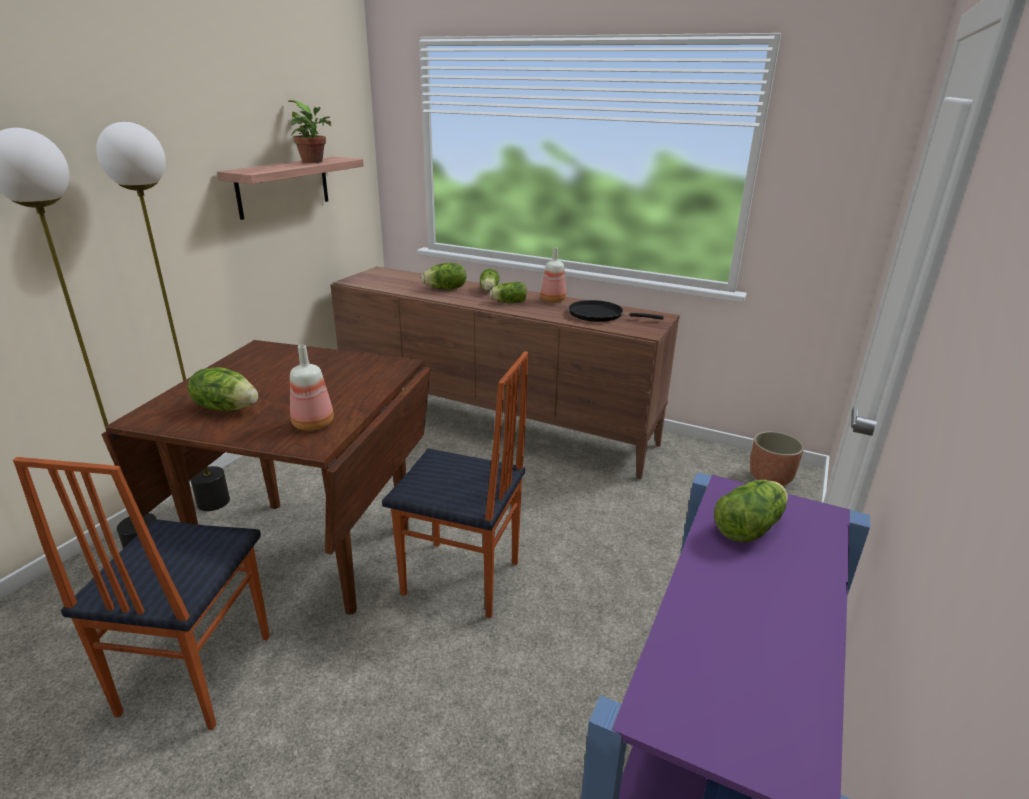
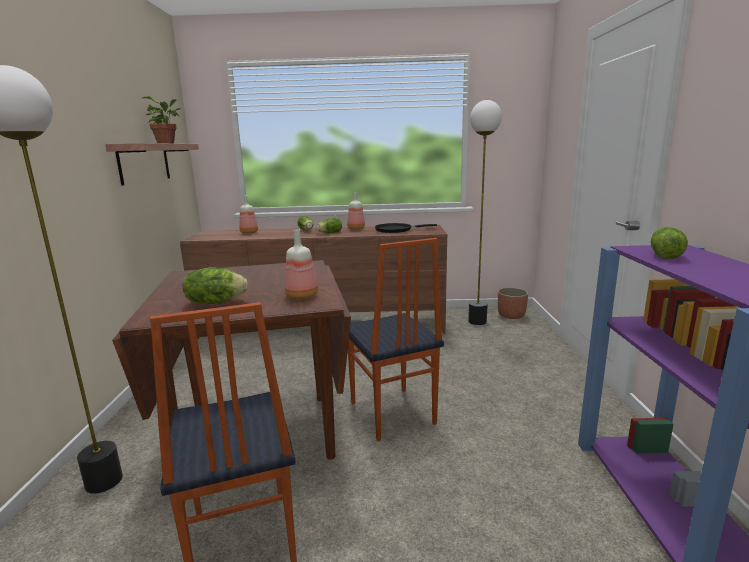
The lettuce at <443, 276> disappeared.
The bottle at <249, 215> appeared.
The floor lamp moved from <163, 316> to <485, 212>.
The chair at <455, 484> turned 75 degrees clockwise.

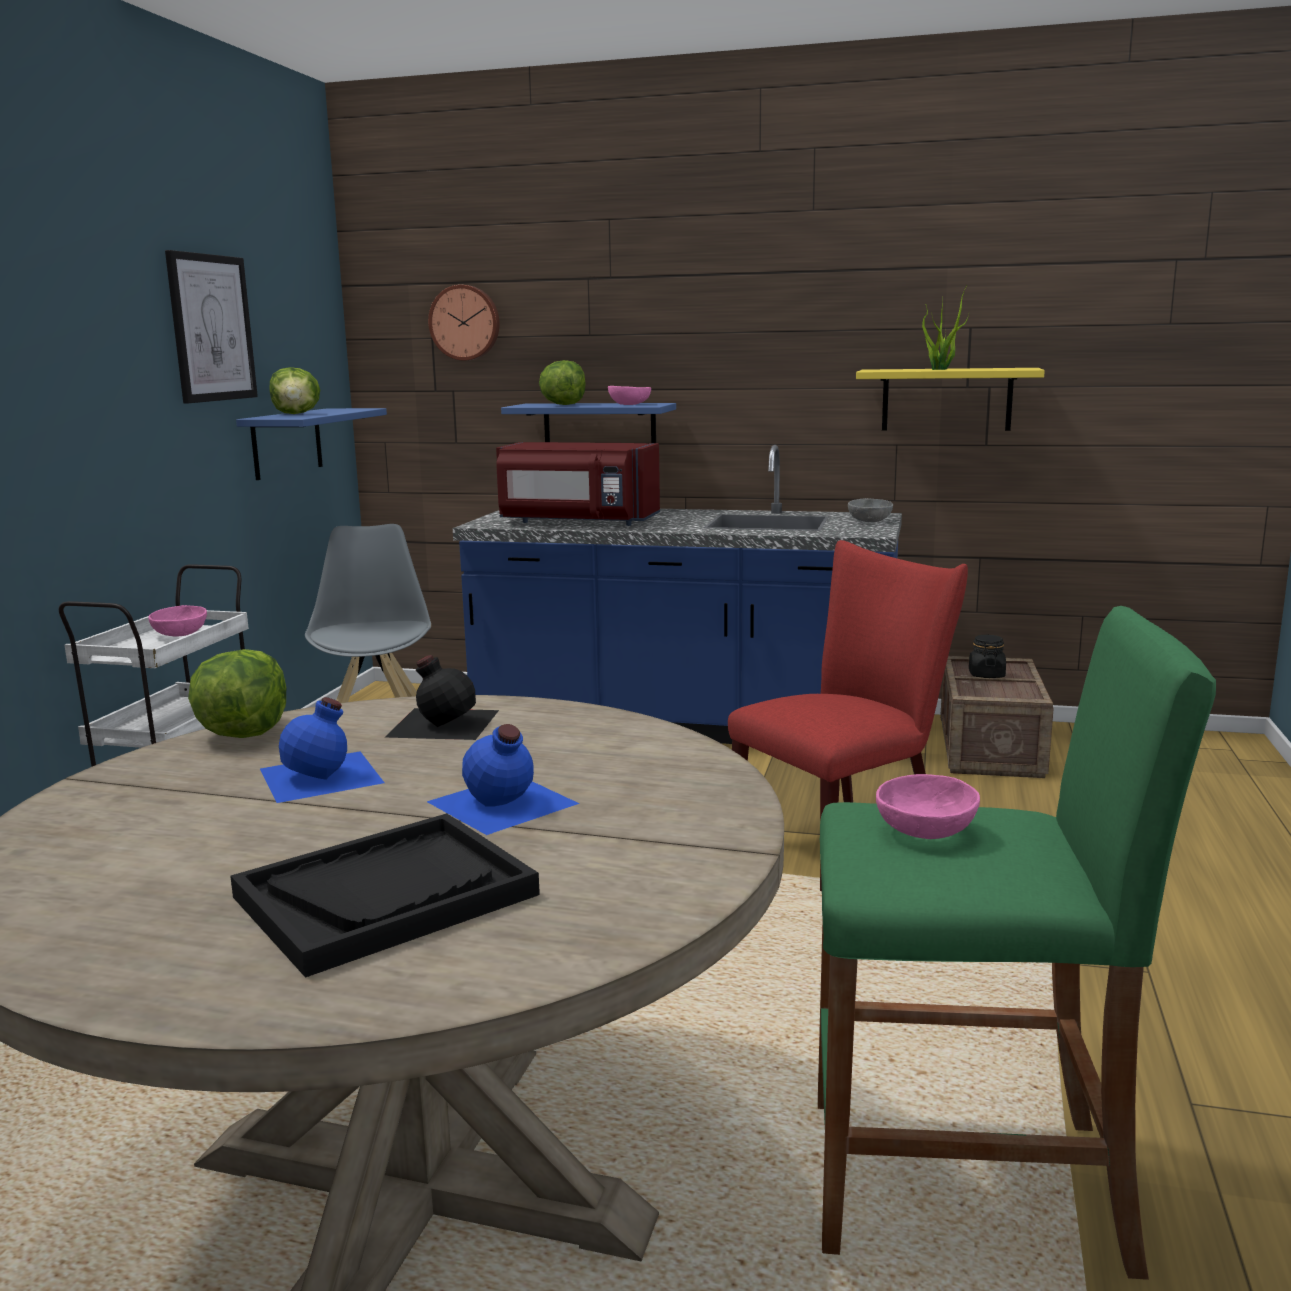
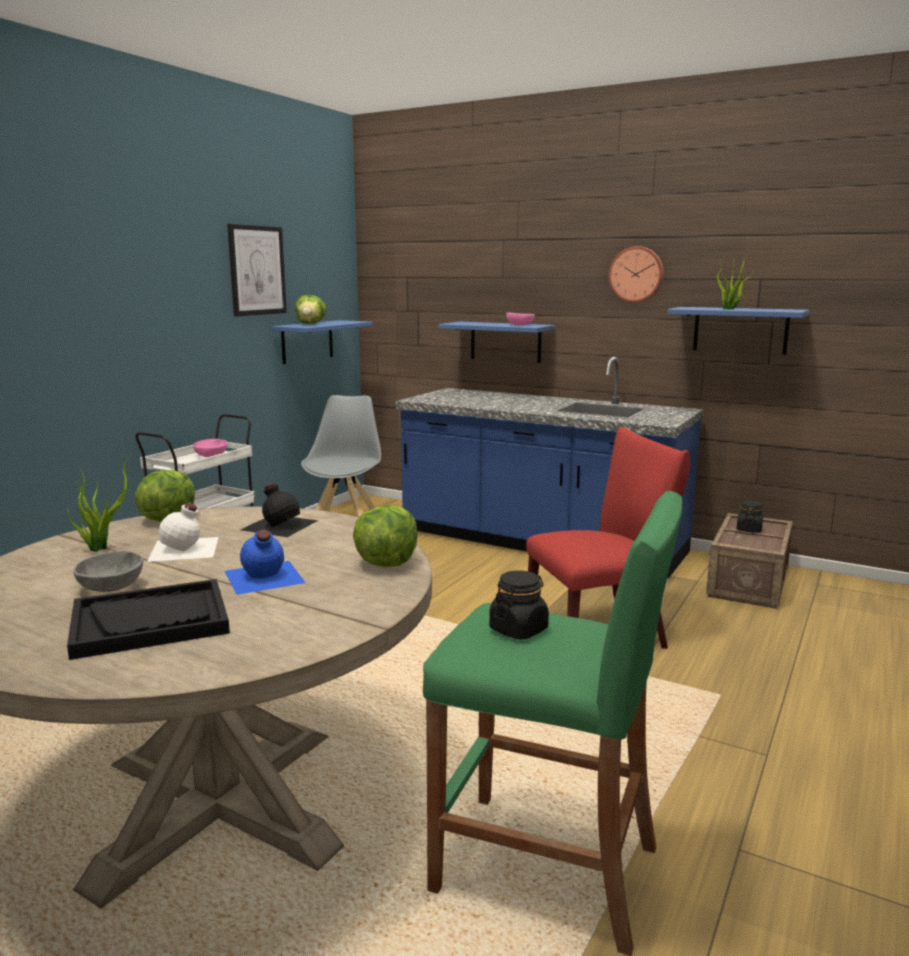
The red microwave at <578, 484> disappeared.
The potted plant at <99, 503> appeared.
The wall clock moved from <464, 323> to <636, 274>.
The lettuce moved from <562, 382> to <385, 536>.
The grey bowl moved from <870, 510> to <108, 571>.
The pink bowl at <928, 806> was replaced by the black jar at <519, 604>.
The blue bottle at <322, 750> became the white bottle at <182, 532>.
The yellow shelf at <950, 399> became the blue shelf at <738, 331>.

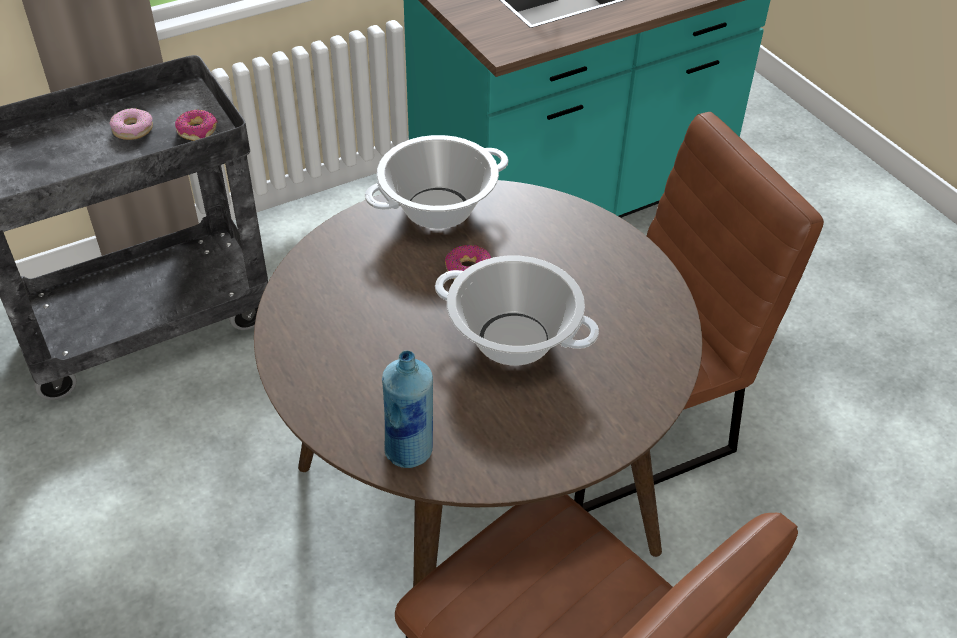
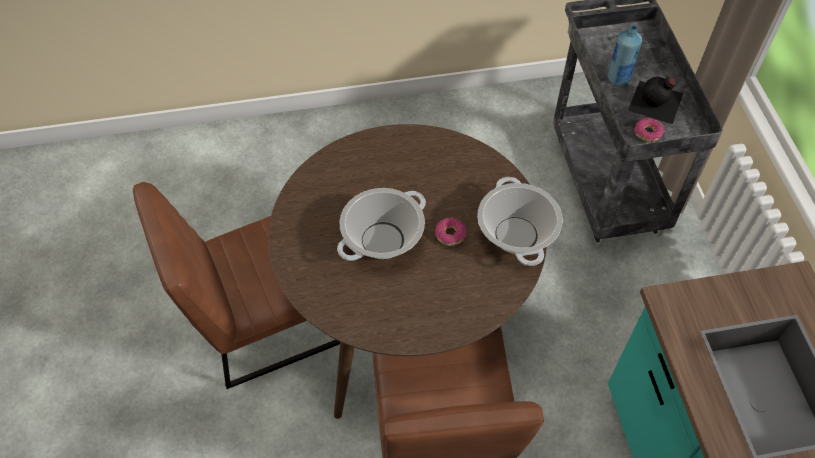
The blue bottle moved from <407, 409> to <624, 55>.
The donut at <131, 124> was replaced by the black bottle at <655, 100>.

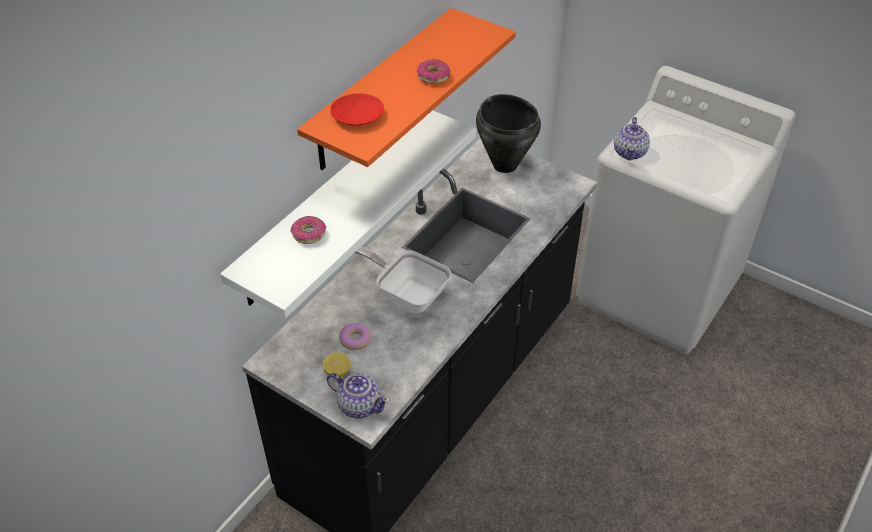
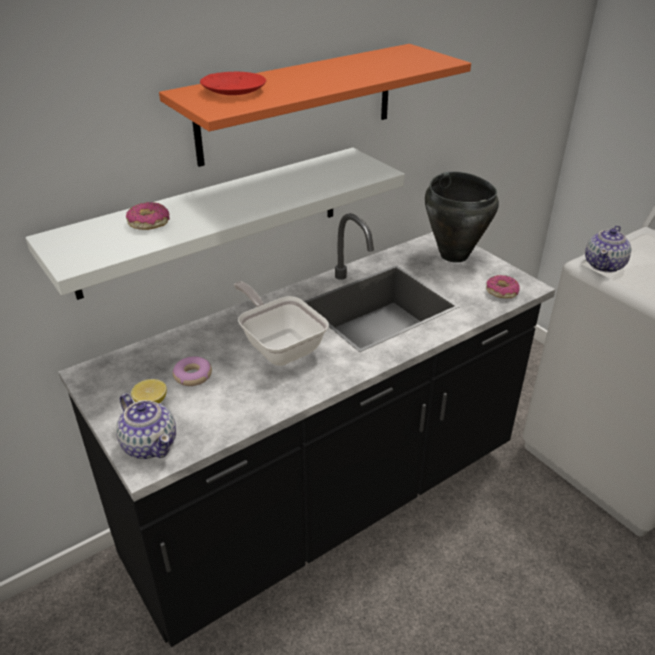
The donut moved from <433, 71> to <503, 286>.

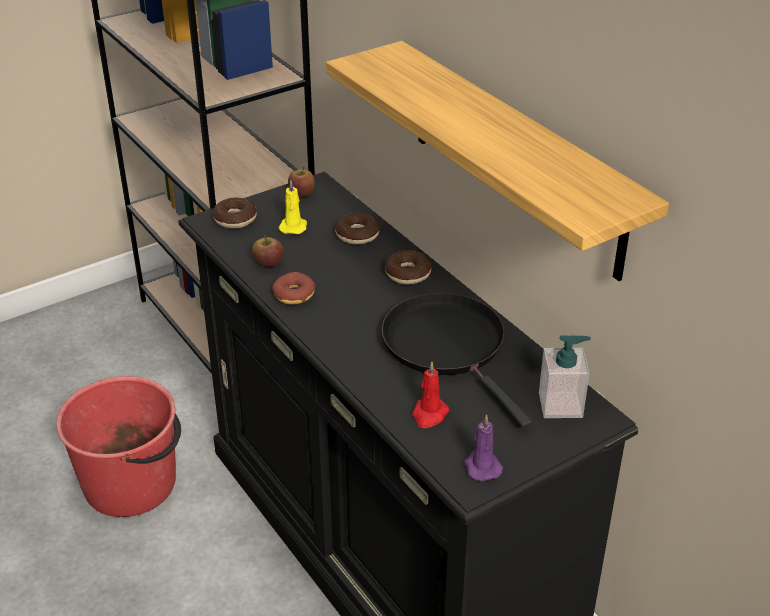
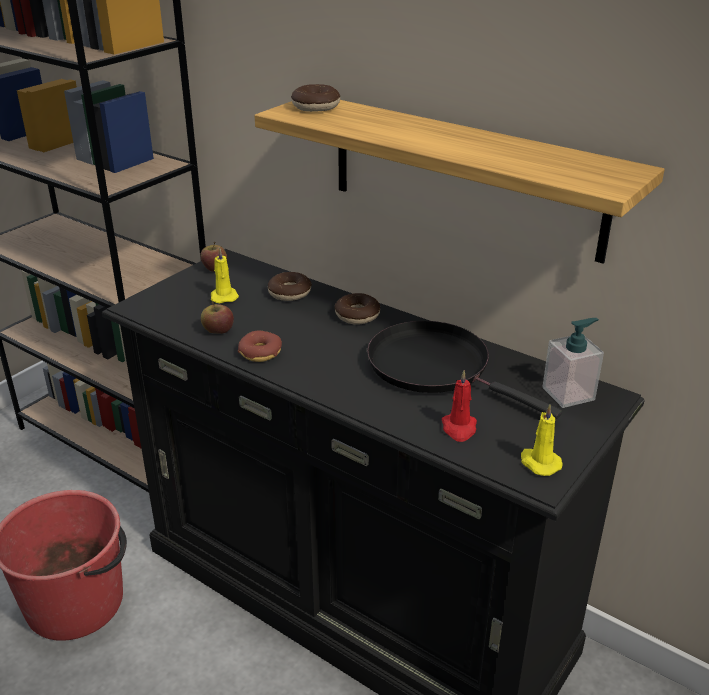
The donut moved from <235, 213> to <315, 98>.
The purple candle at <483, 447> became the yellow candle at <542, 440>.

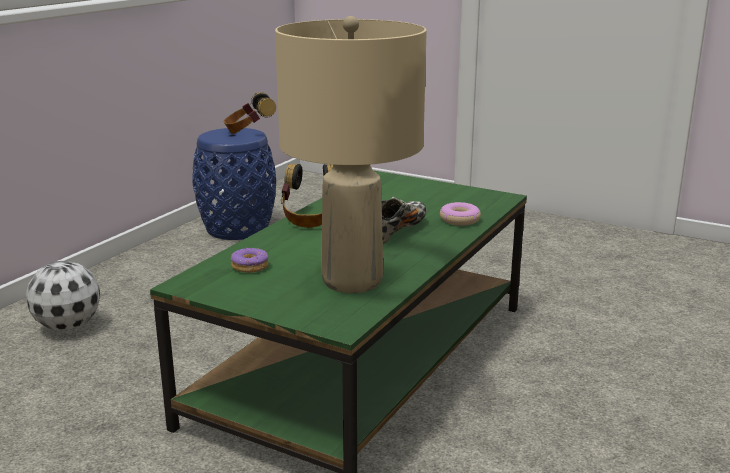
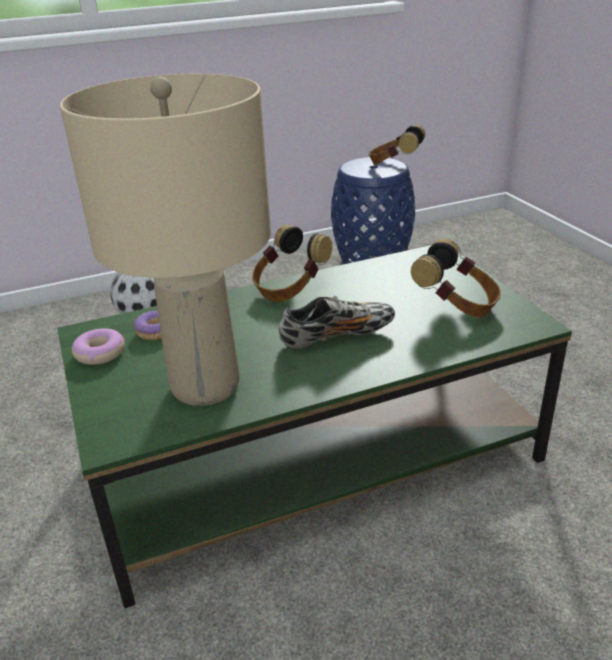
The headphones at <456, 278> appeared.
The donut moved from <460, 214> to <98, 346>.

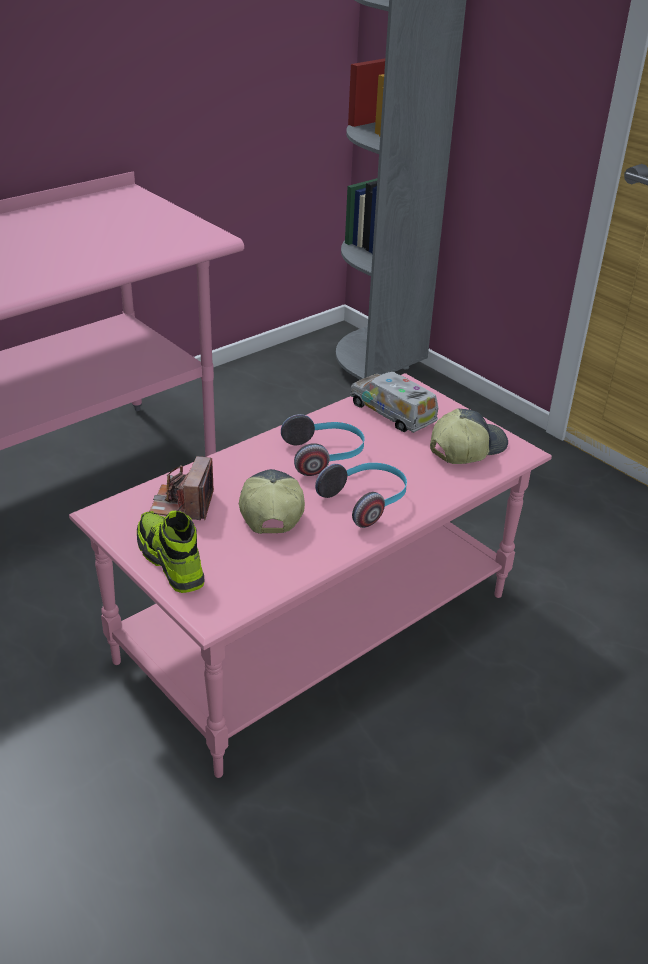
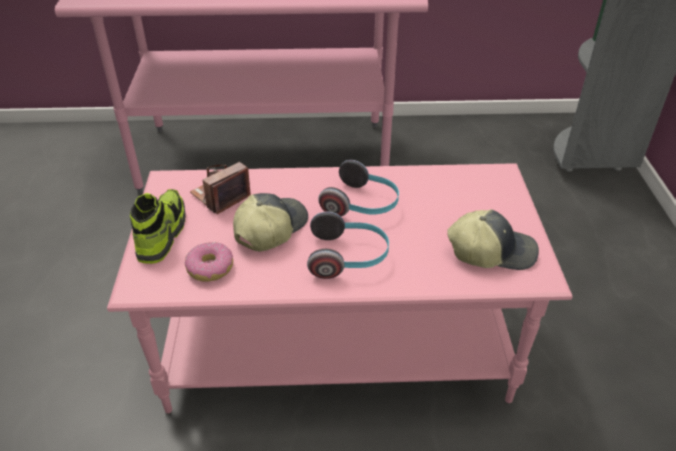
The toy truck at <394, 402> disappeared.
The donut at <209, 262> appeared.

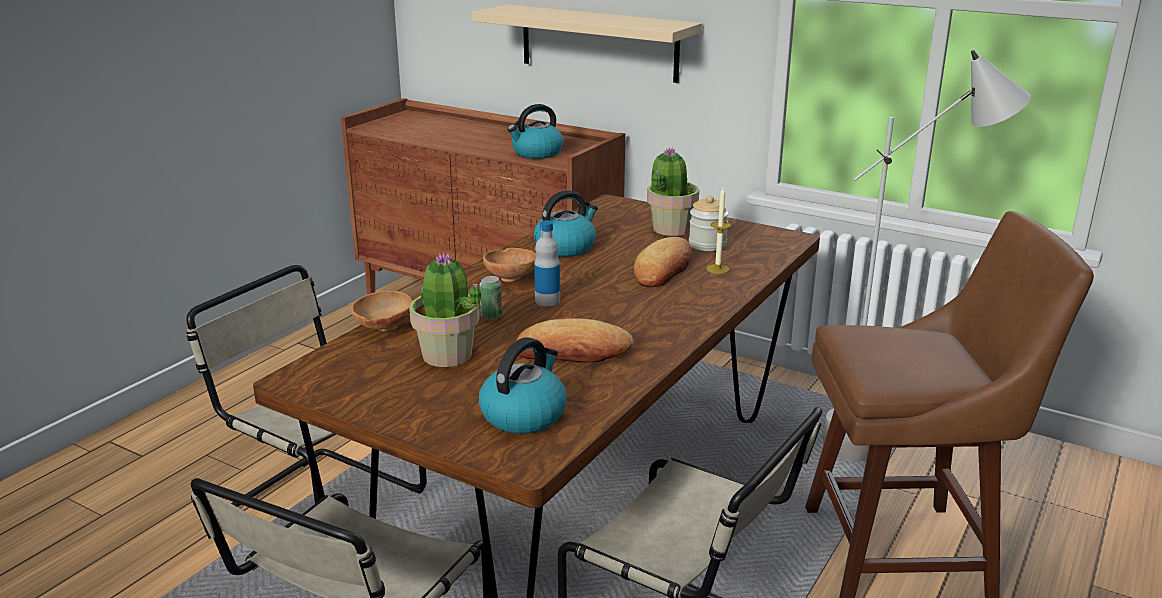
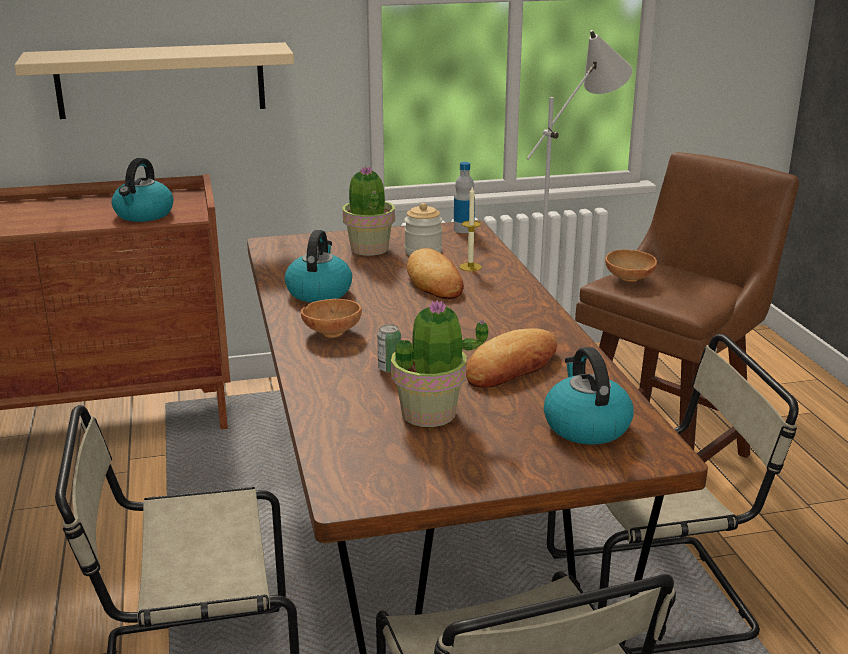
The brown bowl moved from <381, 311> to <631, 265>.
The bottle moved from <547, 263> to <464, 197>.

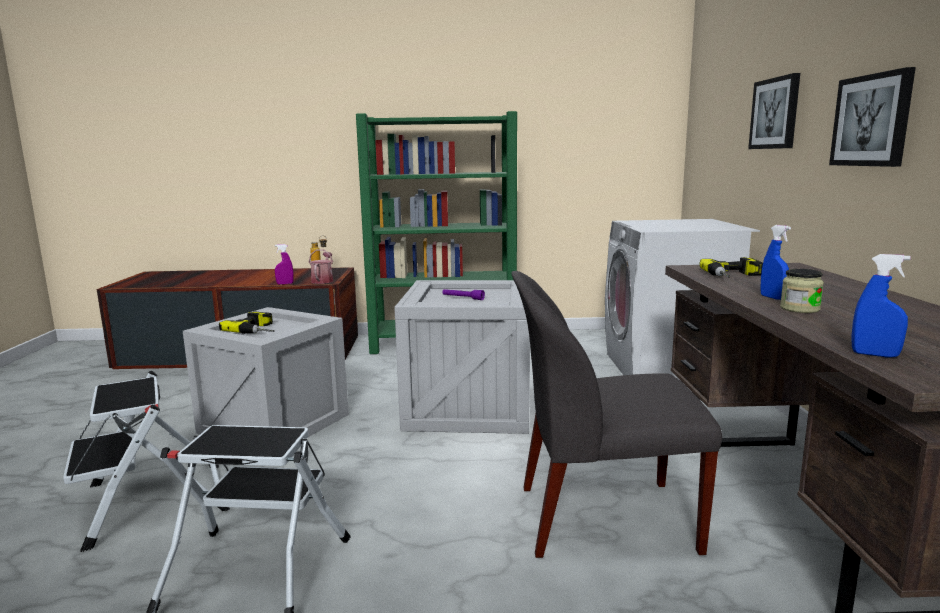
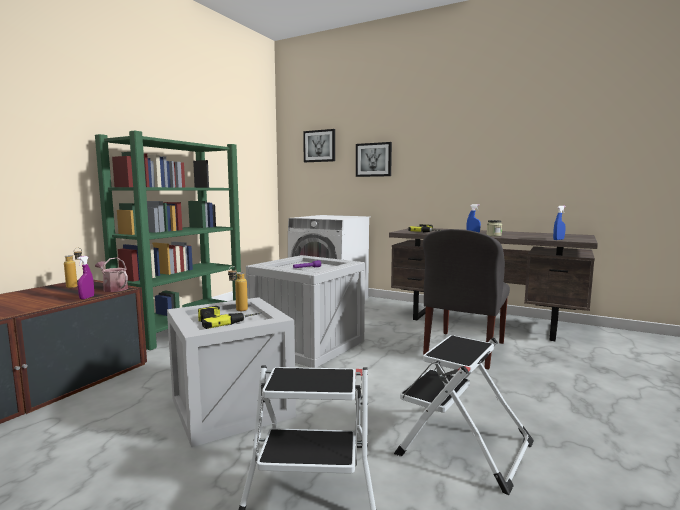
The bottle at <238, 288> appeared.
The picture moved from <872, 117> to <319, 145>.

